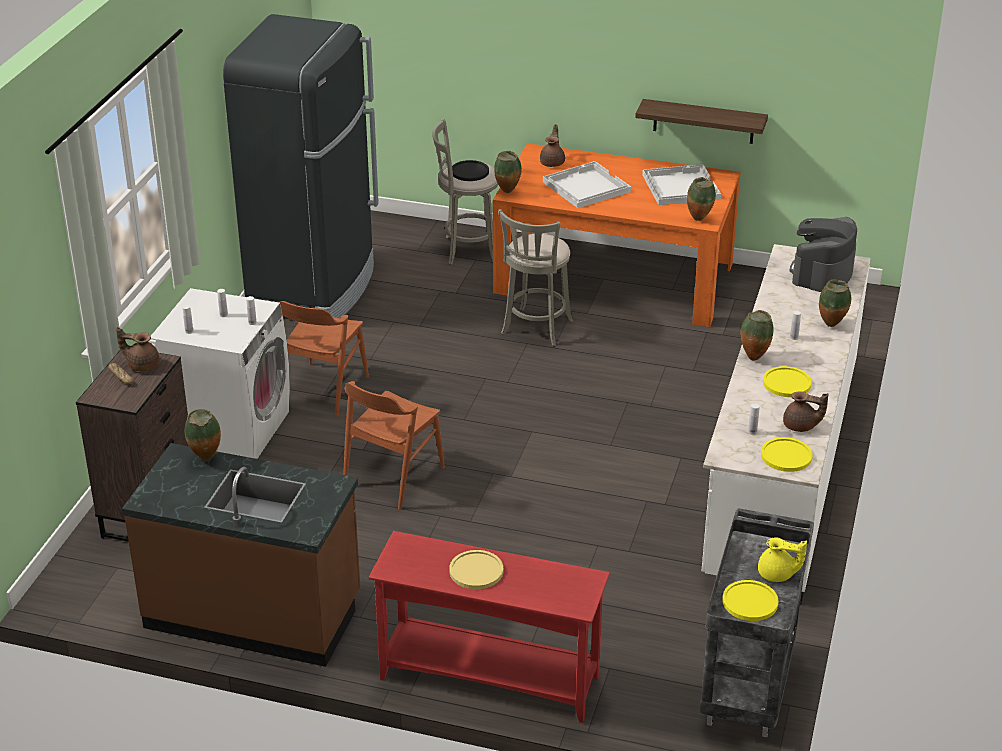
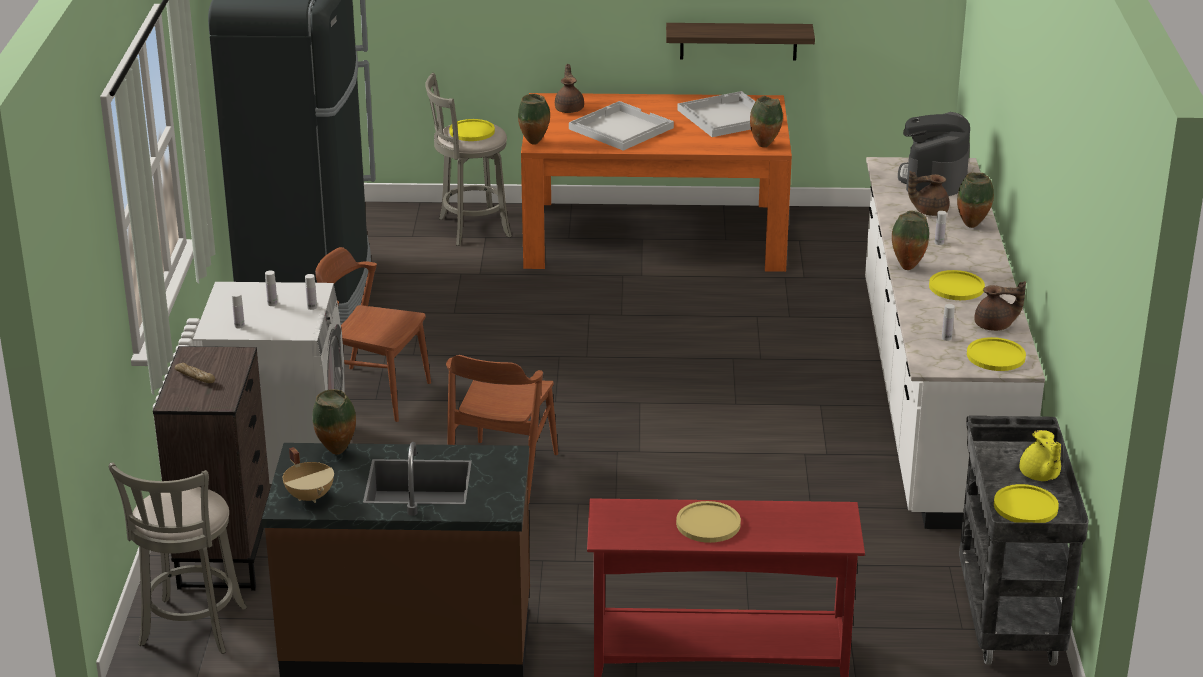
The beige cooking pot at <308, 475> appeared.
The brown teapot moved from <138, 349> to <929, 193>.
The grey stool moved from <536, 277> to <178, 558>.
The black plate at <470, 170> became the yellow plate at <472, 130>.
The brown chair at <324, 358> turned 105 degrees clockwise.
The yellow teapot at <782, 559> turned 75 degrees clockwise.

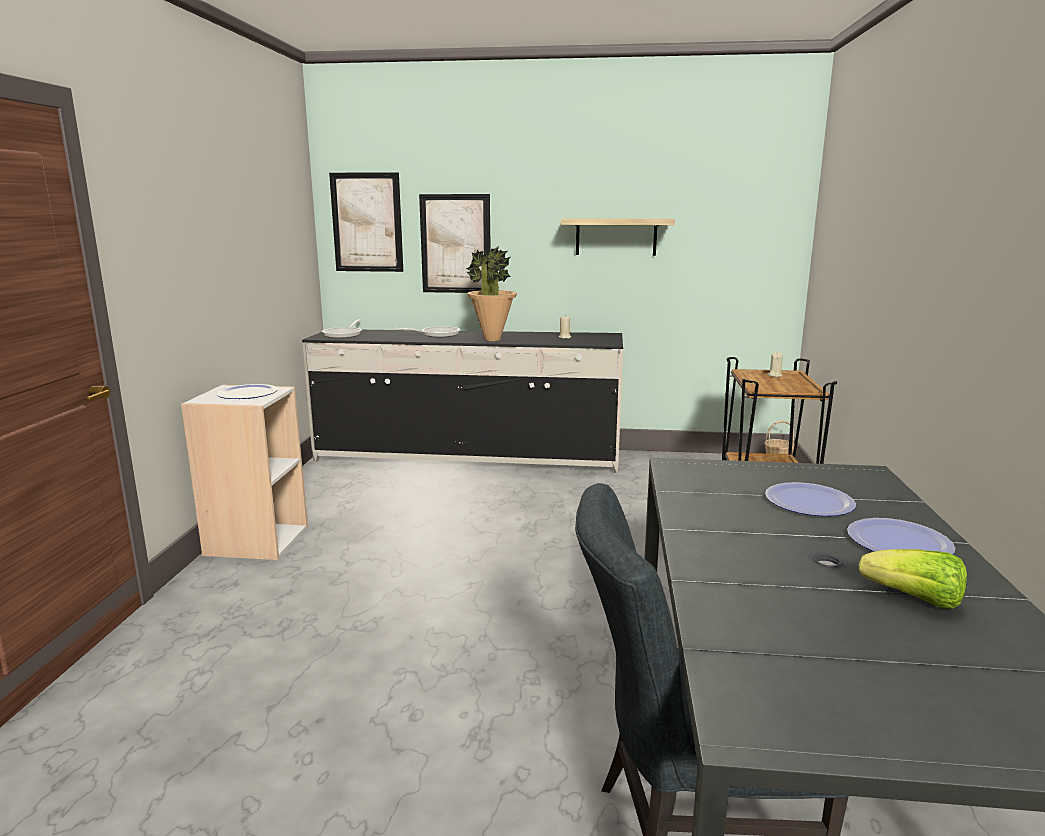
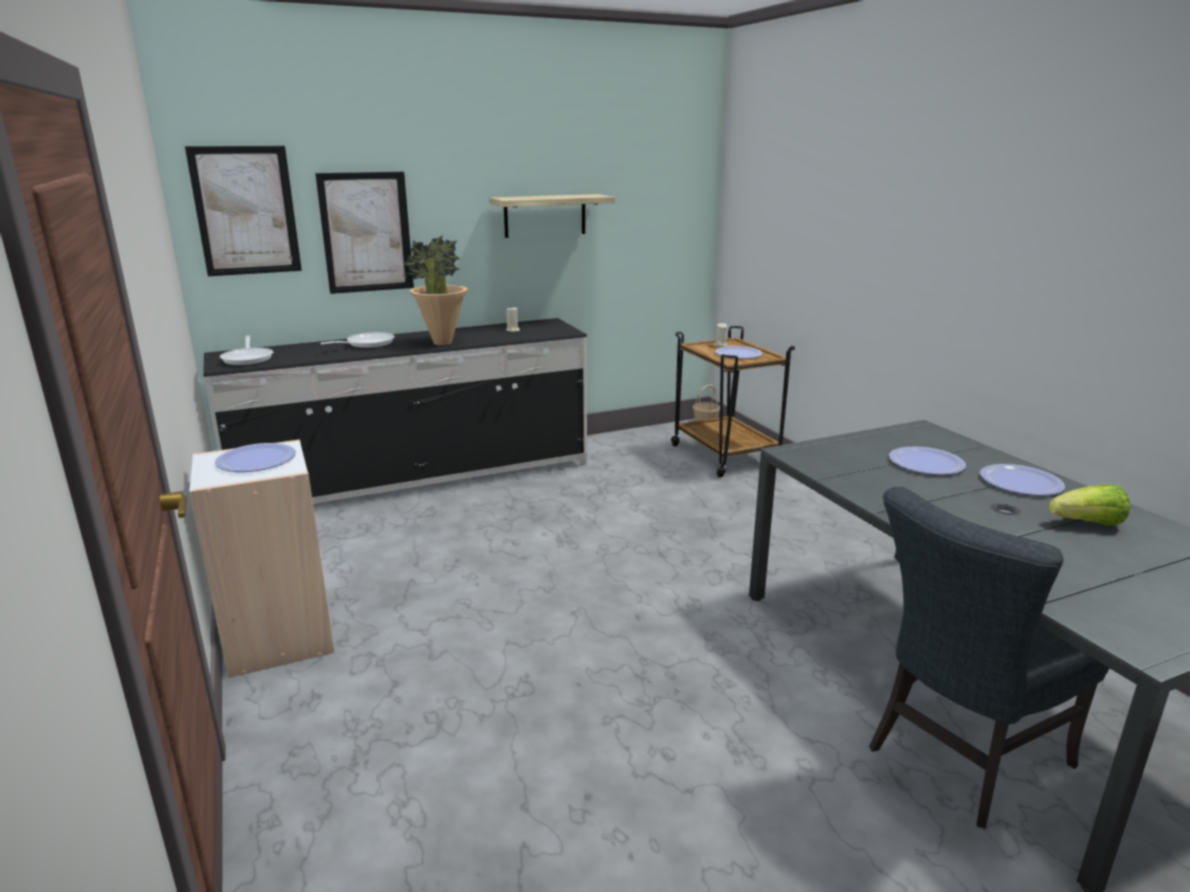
The plate at <739, 352> appeared.

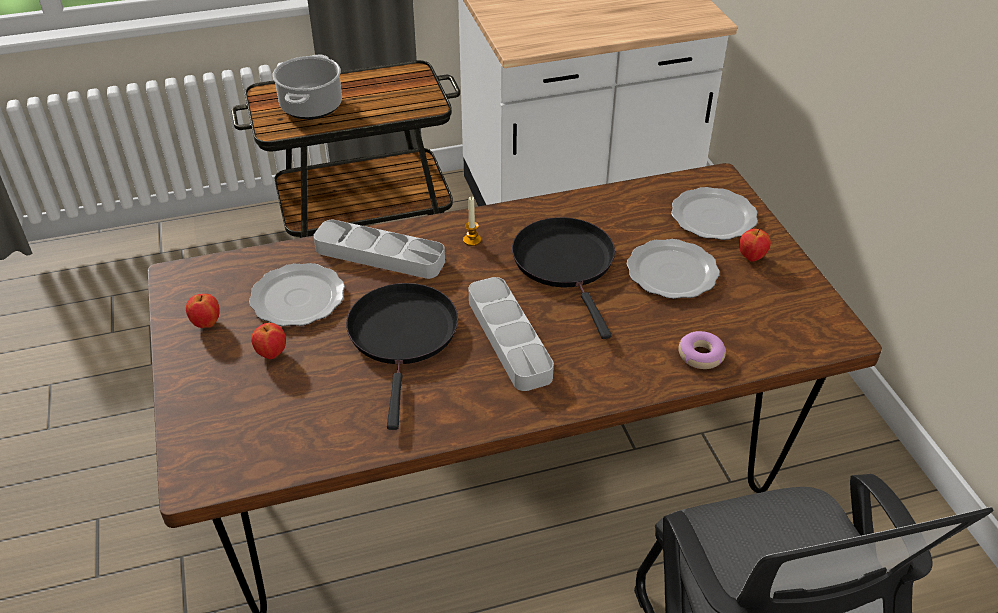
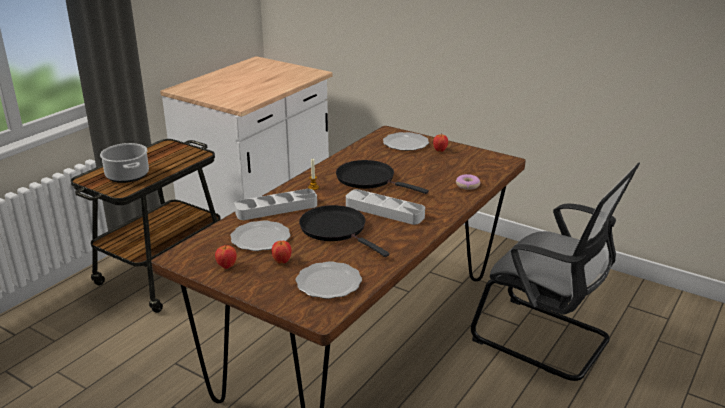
The plate moved from <673, 269> to <329, 280>.

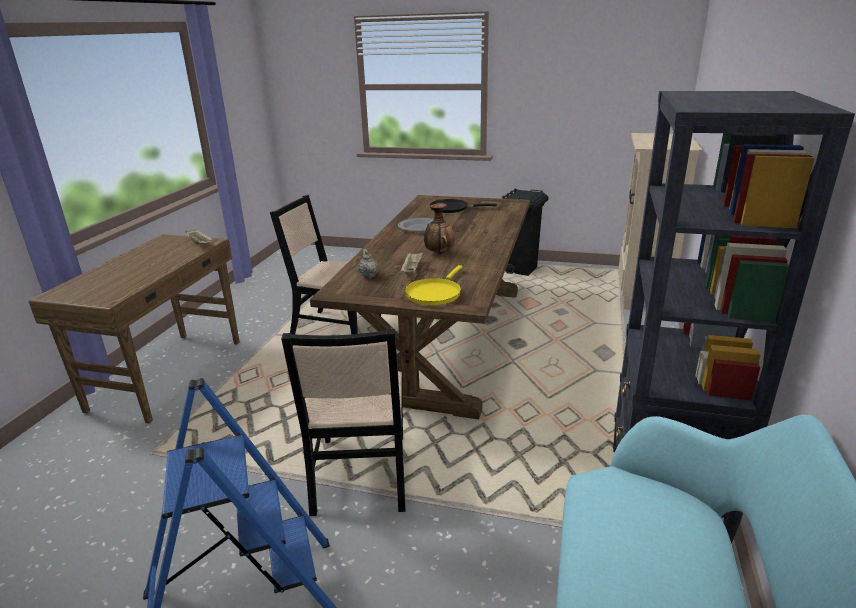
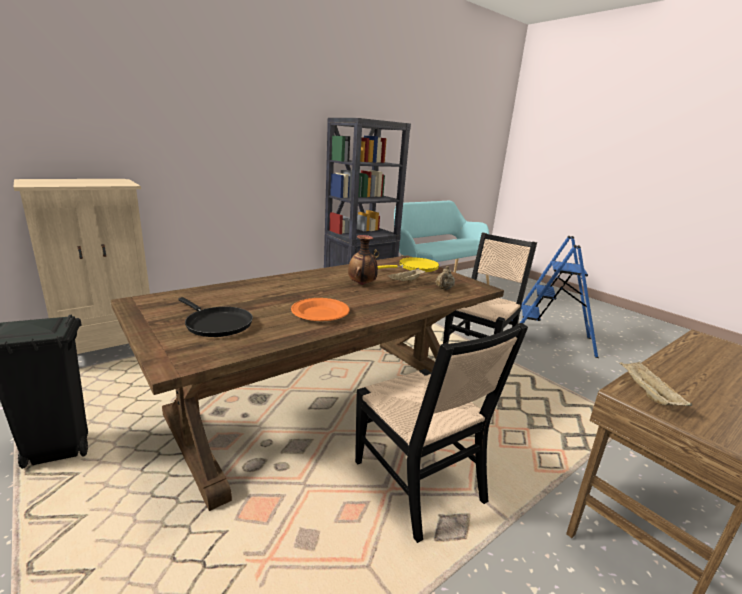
The grey plate at <416, 224> became the orange plate at <320, 309>.

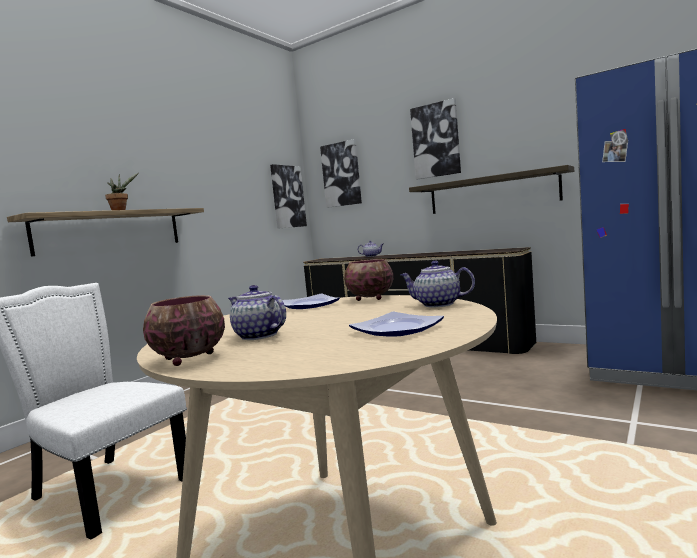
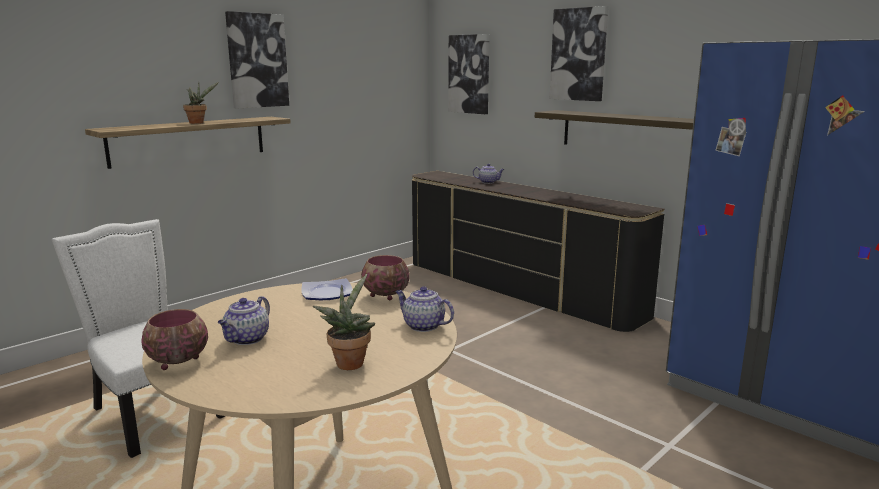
The picture moved from <288, 196> to <257, 60>.
The plate at <396, 324> was replaced by the potted plant at <344, 322>.
The teapot at <257, 312> turned 120 degrees counterclockwise.

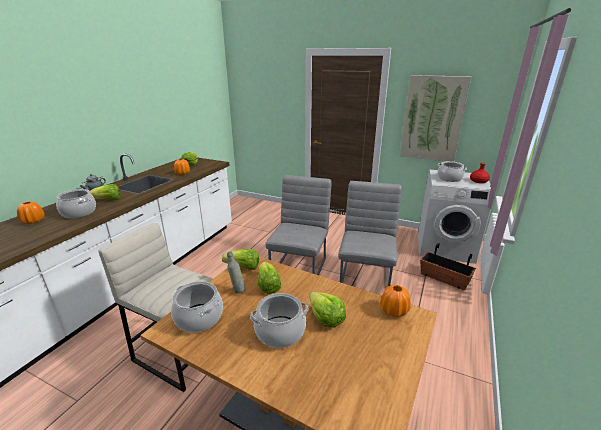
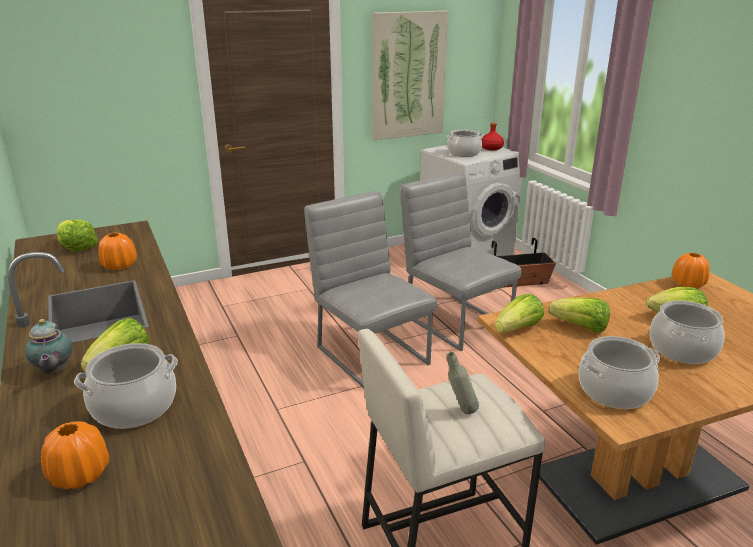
The grey bottle moved from <236, 273> to <462, 383>.

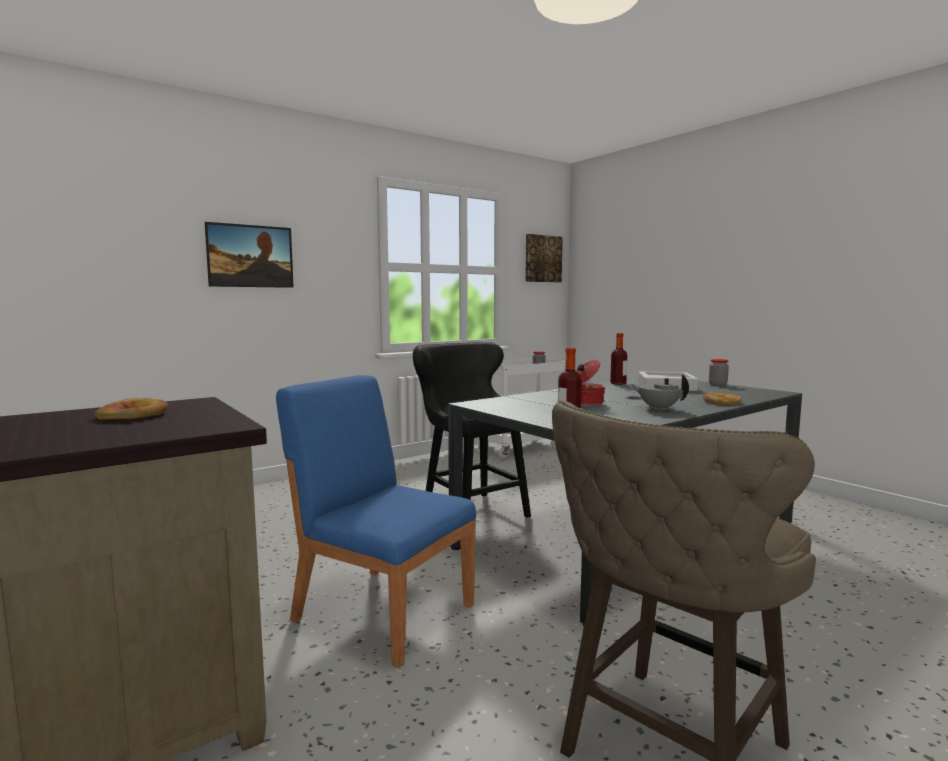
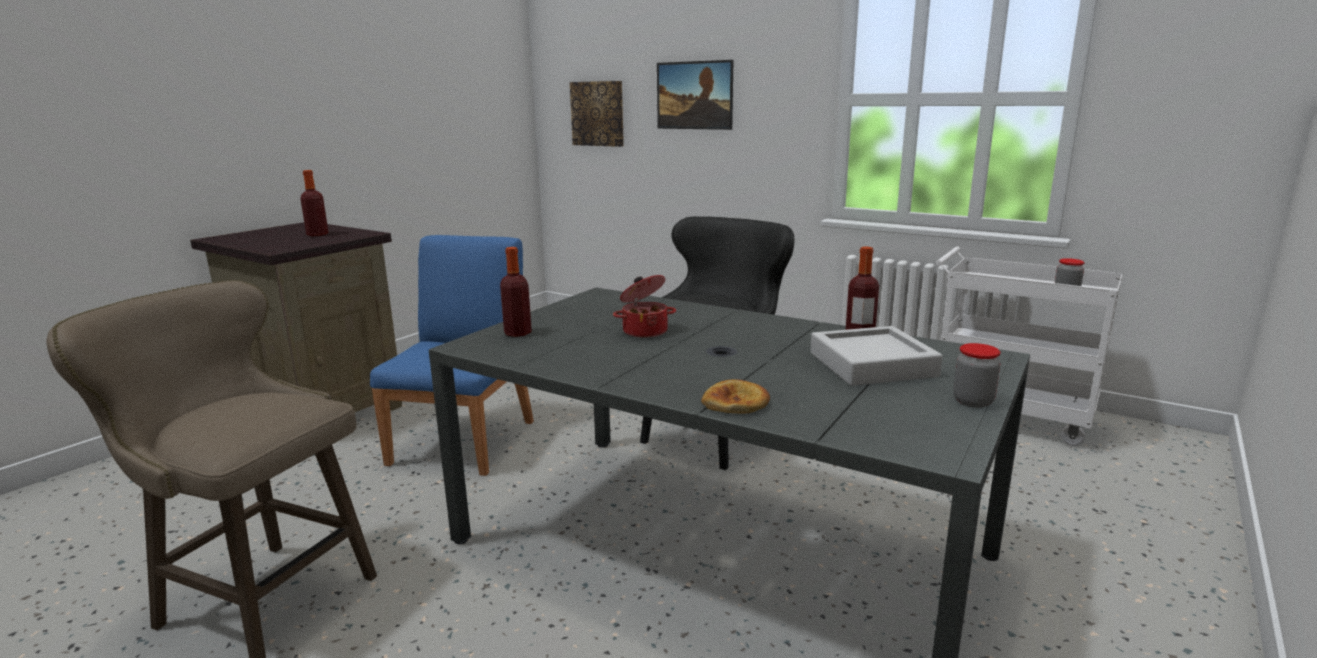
The grey teapot at <660, 392> disappeared.
The picture moved from <544, 258> to <597, 114>.
The bread at <131, 409> was replaced by the bottle at <314, 203>.

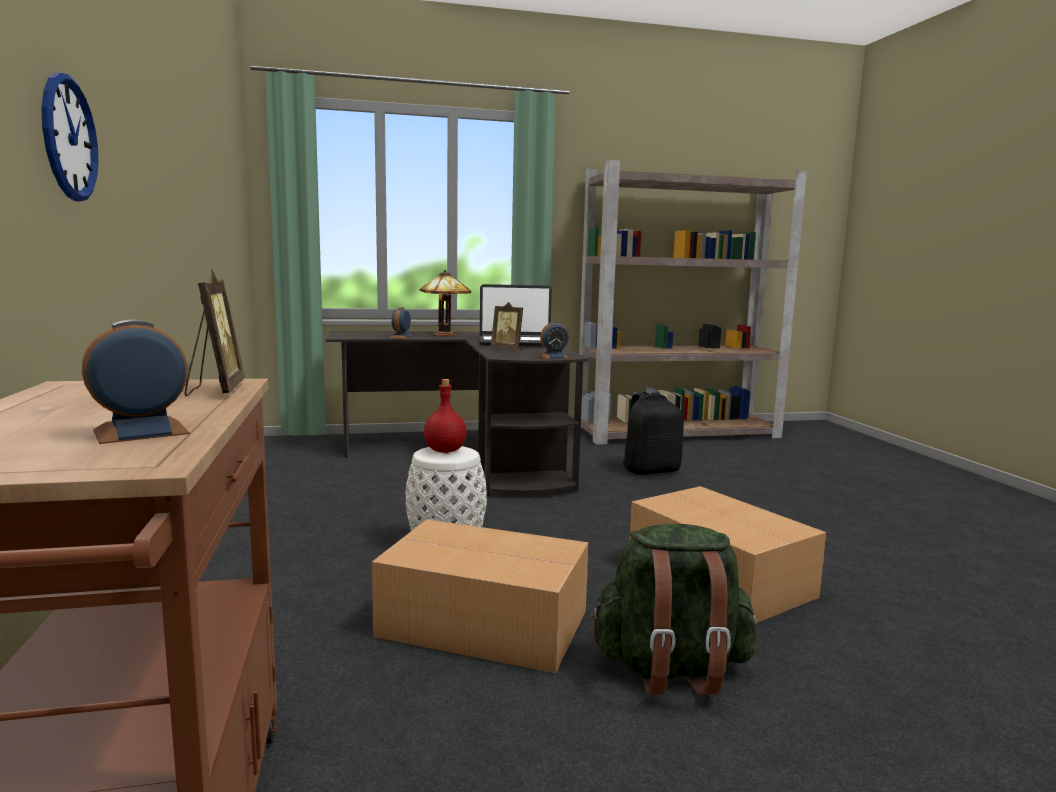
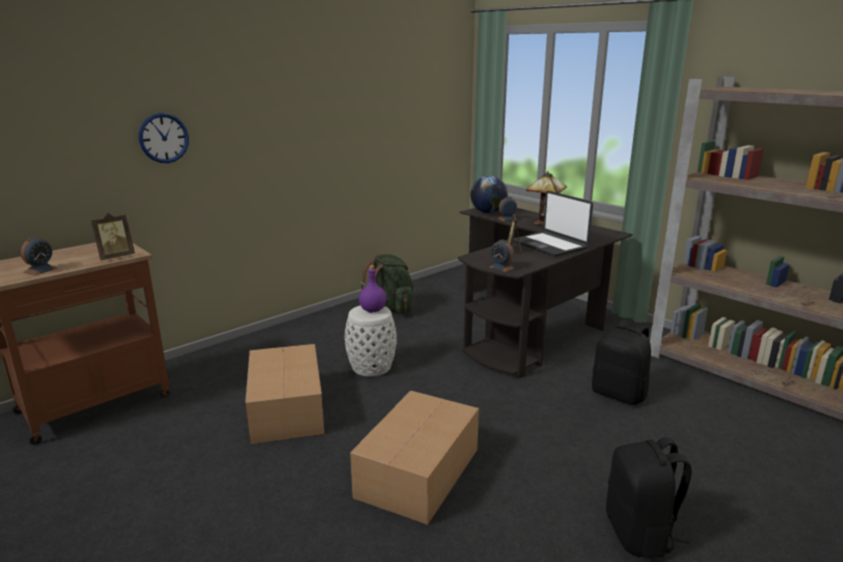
The globe at <489, 194> appeared.
The black backpack at <649, 497> appeared.
The green backpack moved from <673, 609> to <386, 283>.
The red bottle at <445, 416> became the purple bottle at <372, 288>.
The alarm clock at <136, 381> turned 90 degrees clockwise.

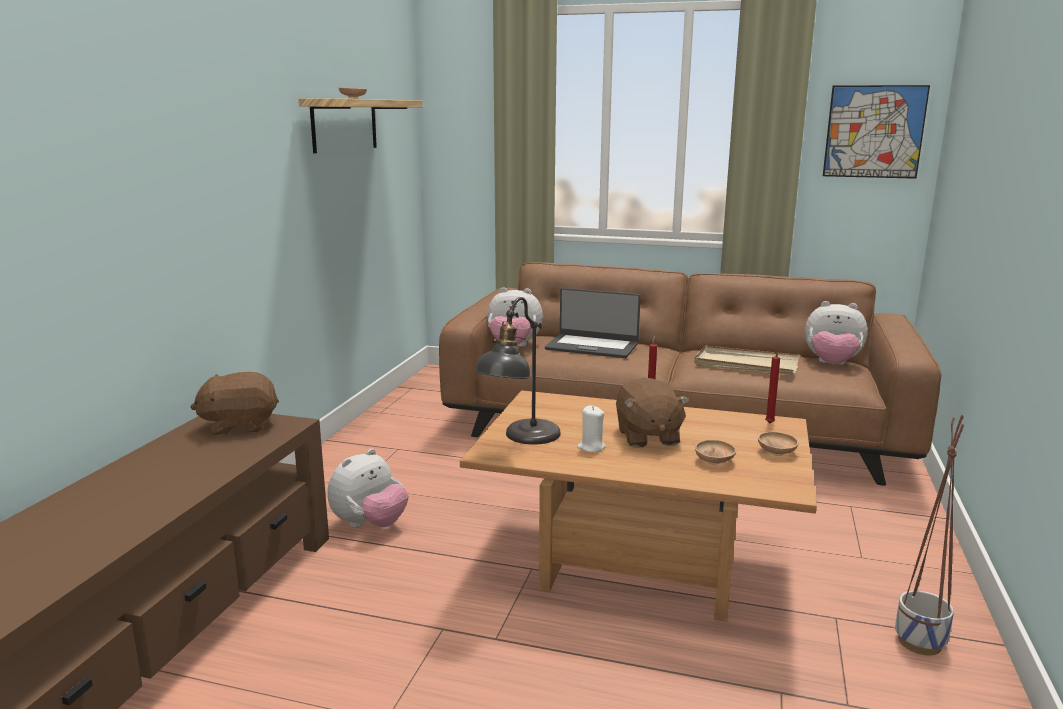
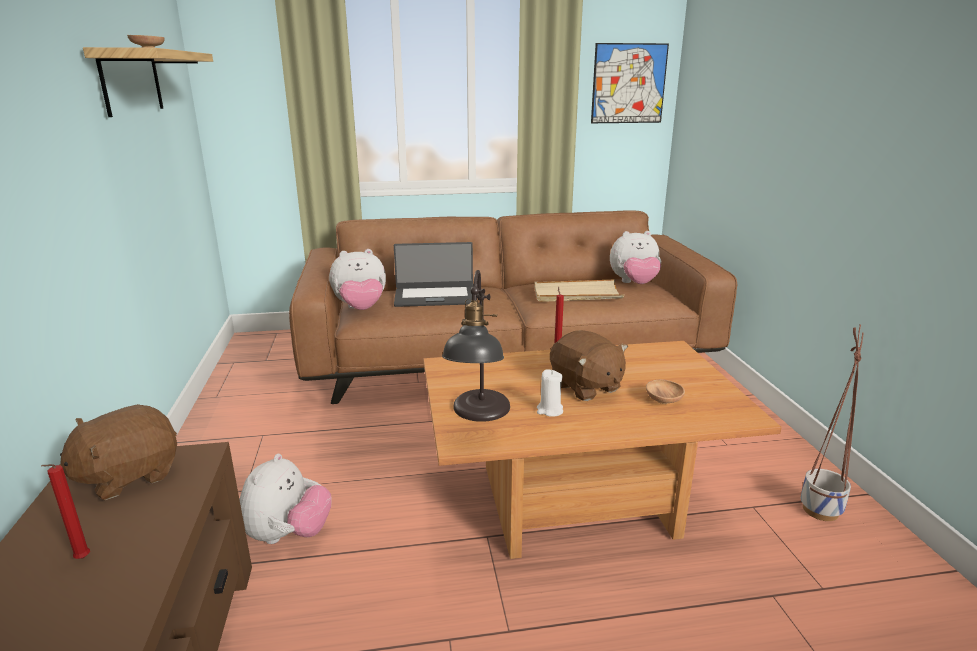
The brown bowl at <778, 444> disappeared.
The red candle moved from <772, 387> to <65, 511>.

